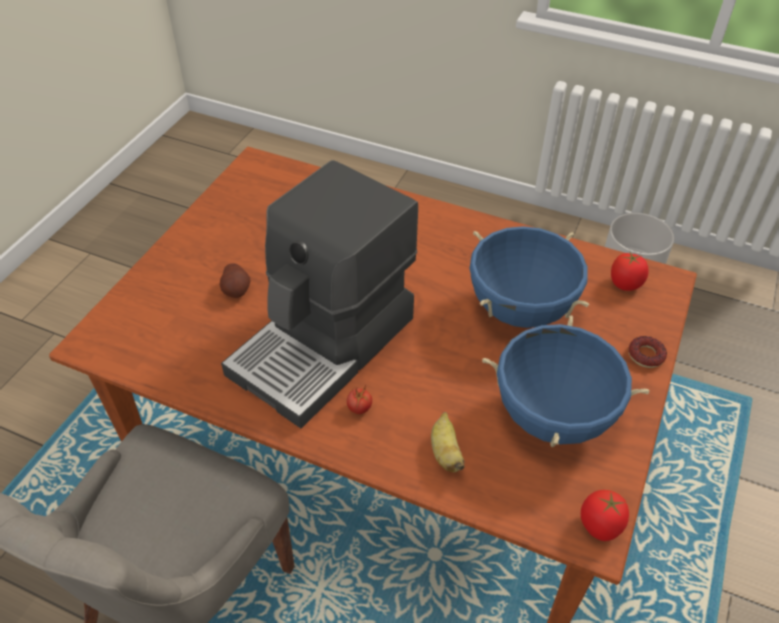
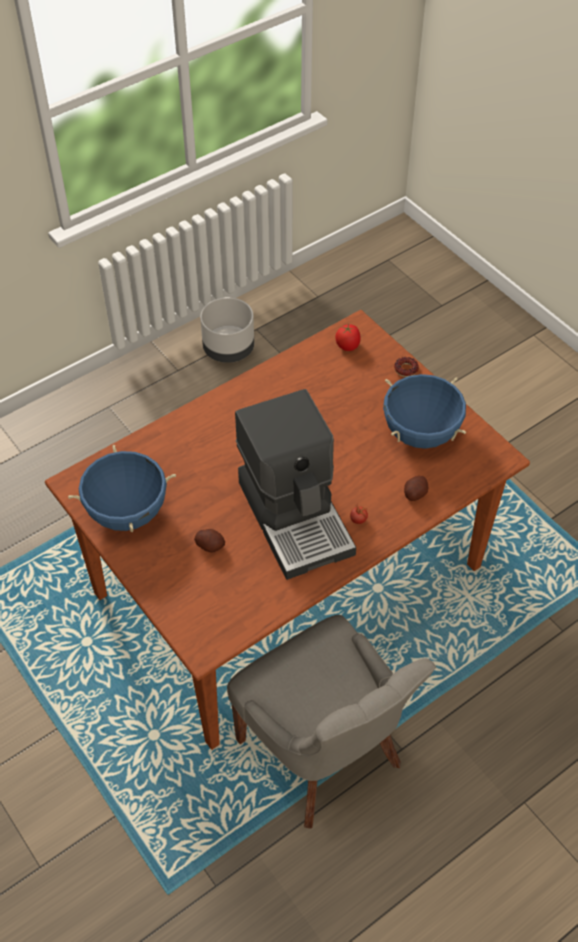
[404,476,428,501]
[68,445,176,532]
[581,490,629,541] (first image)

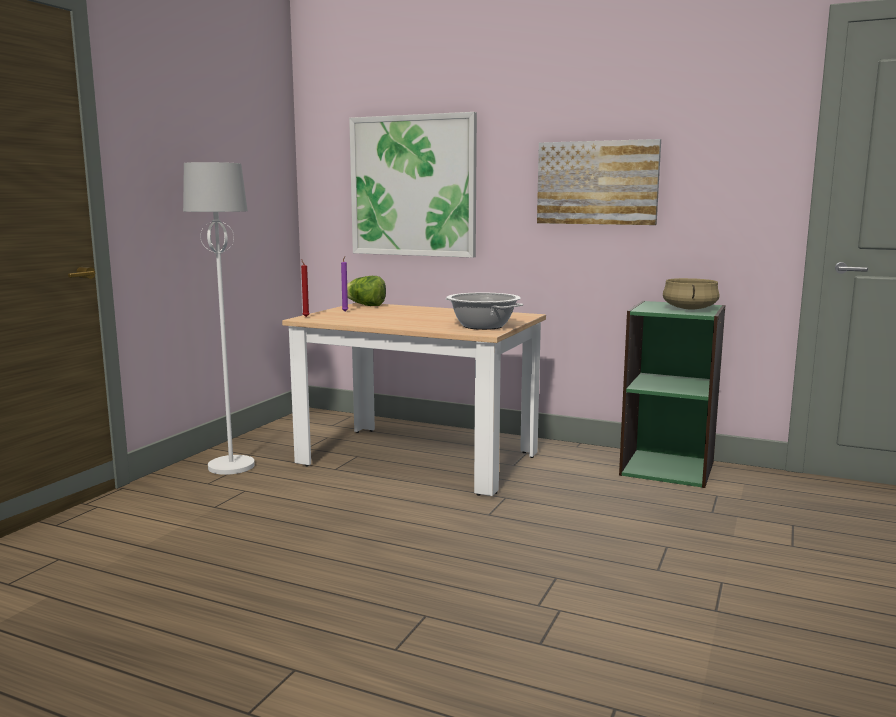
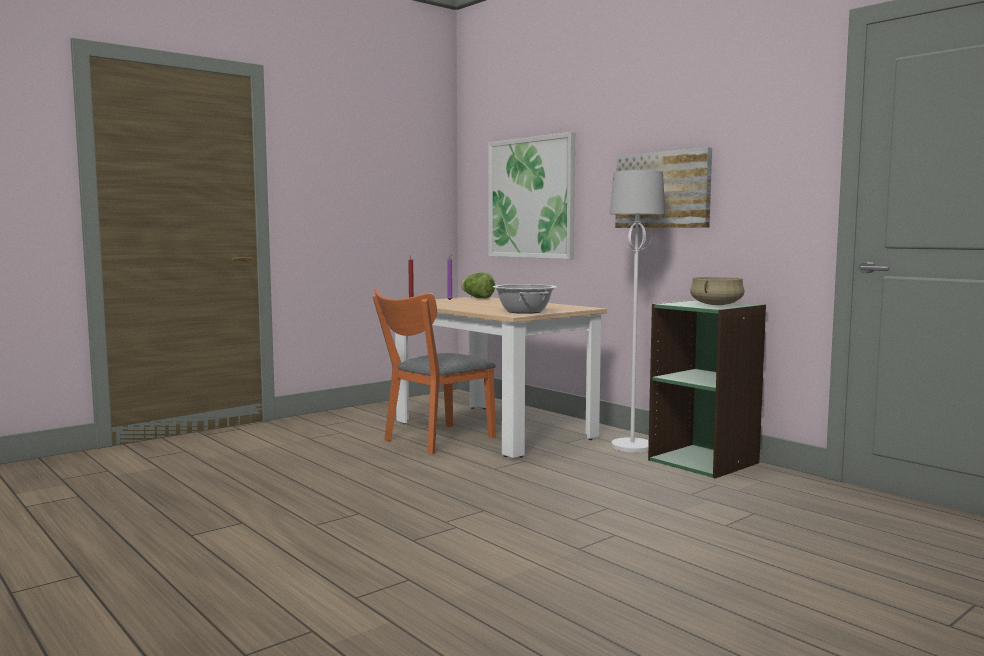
[610,170,665,453]
[372,288,496,454]

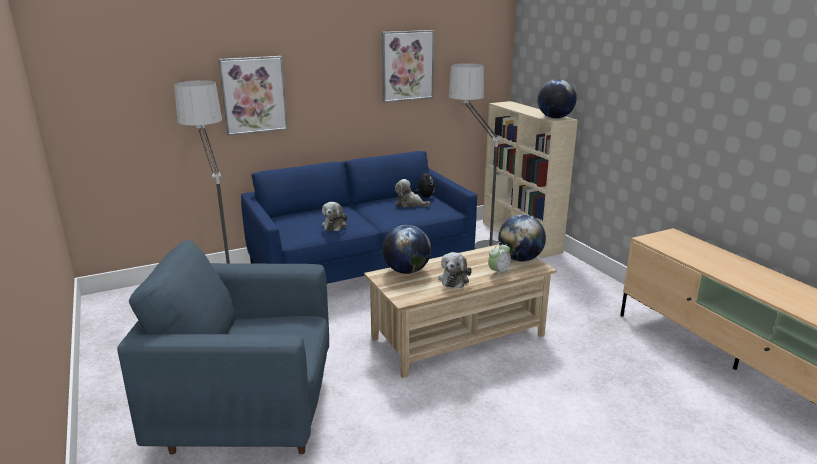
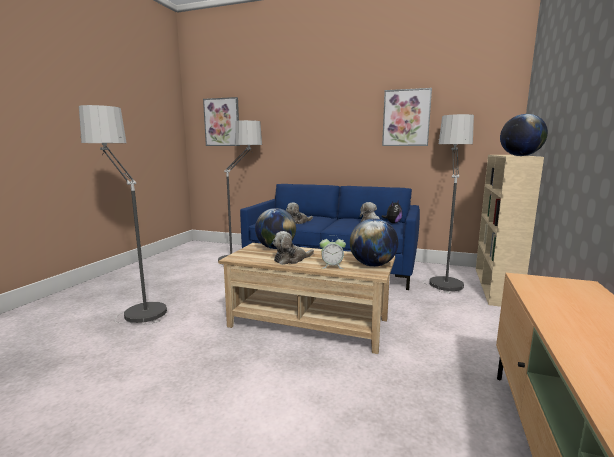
[79,105,167,325]
[203,97,240,146]

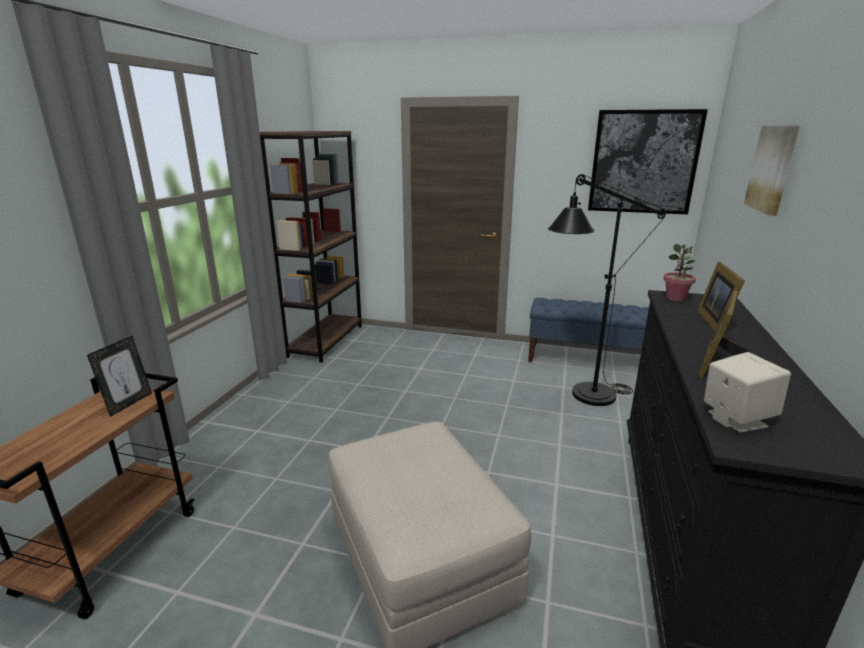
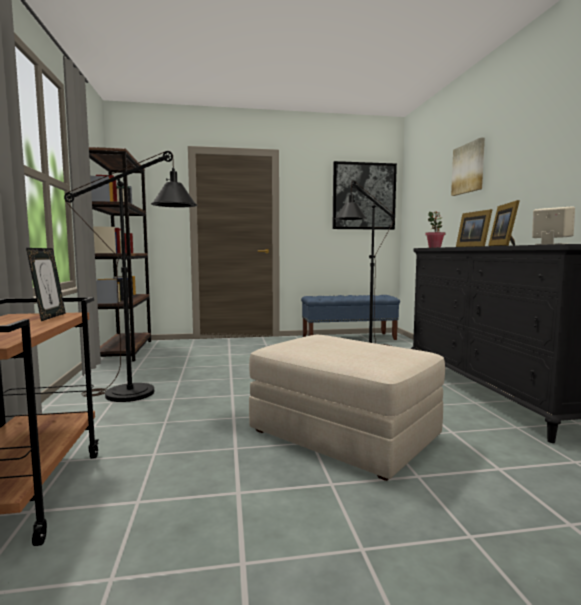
[64,151,197,402]

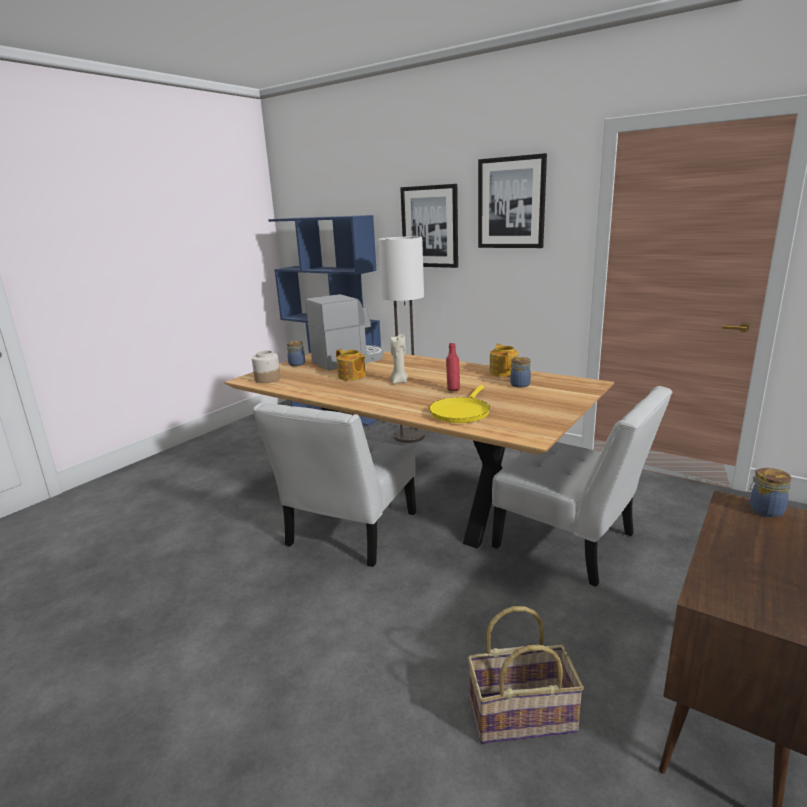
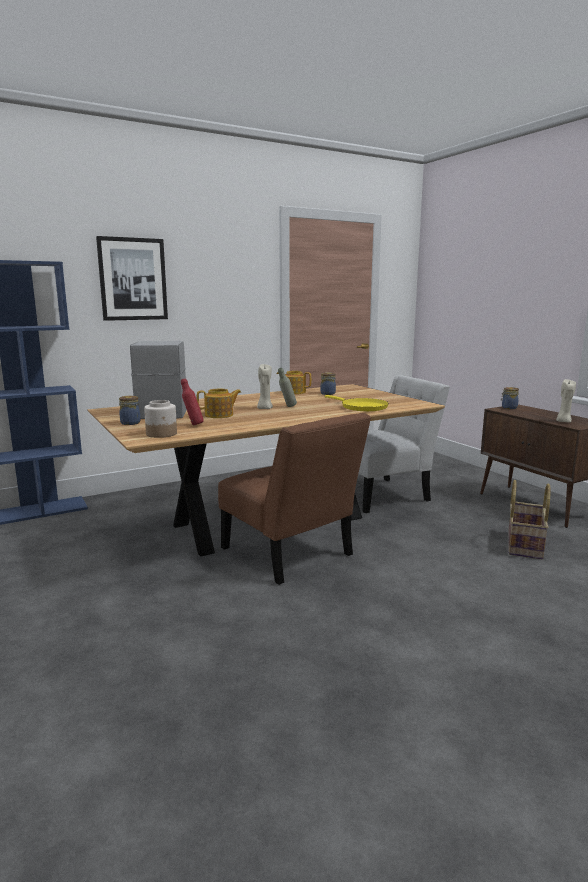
[218,413,371,585]
[378,236,425,443] (first image)
[181,378,204,425]
[478,153,547,248] (first image)
[278,368,297,407]
[556,379,576,423]

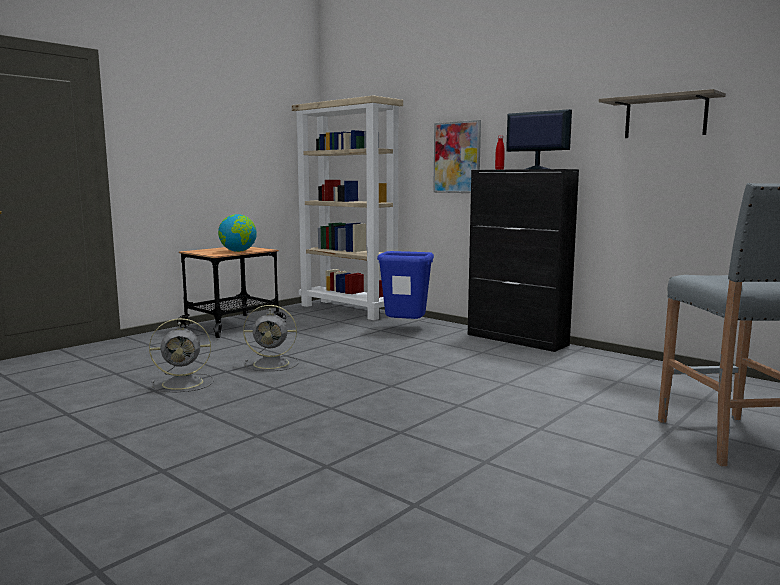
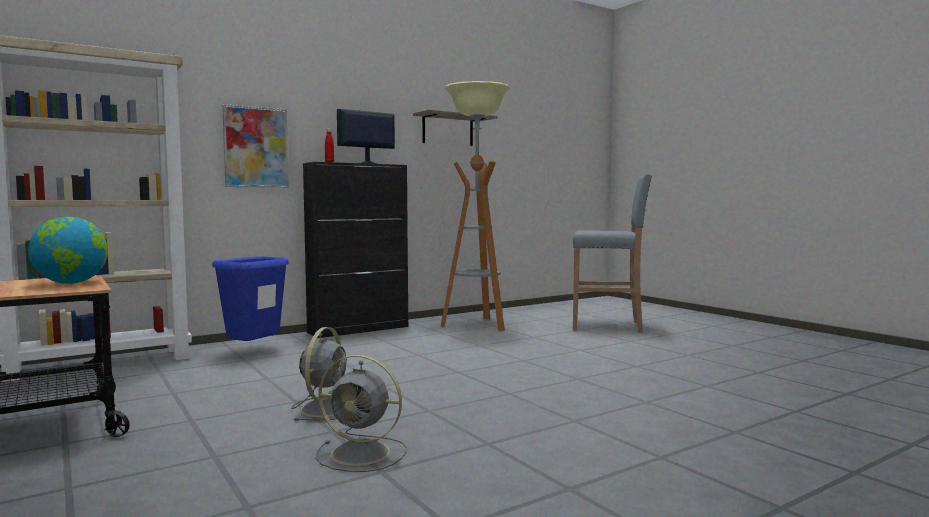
[315,355,407,472]
[441,81,510,331]

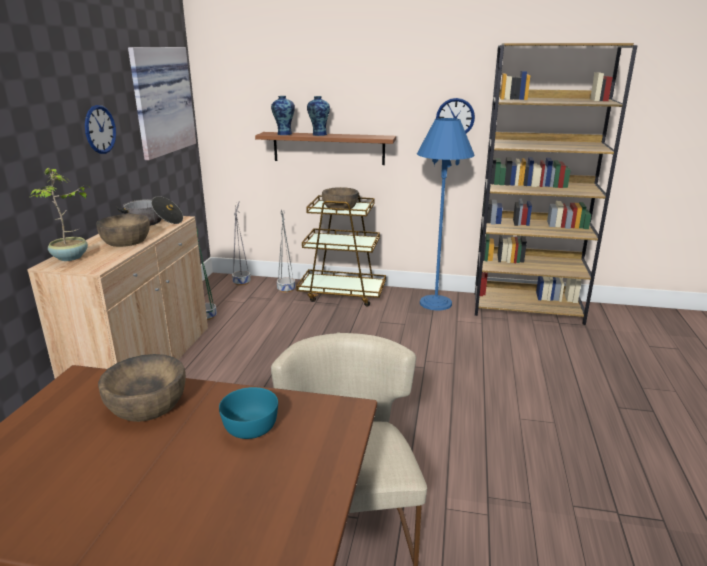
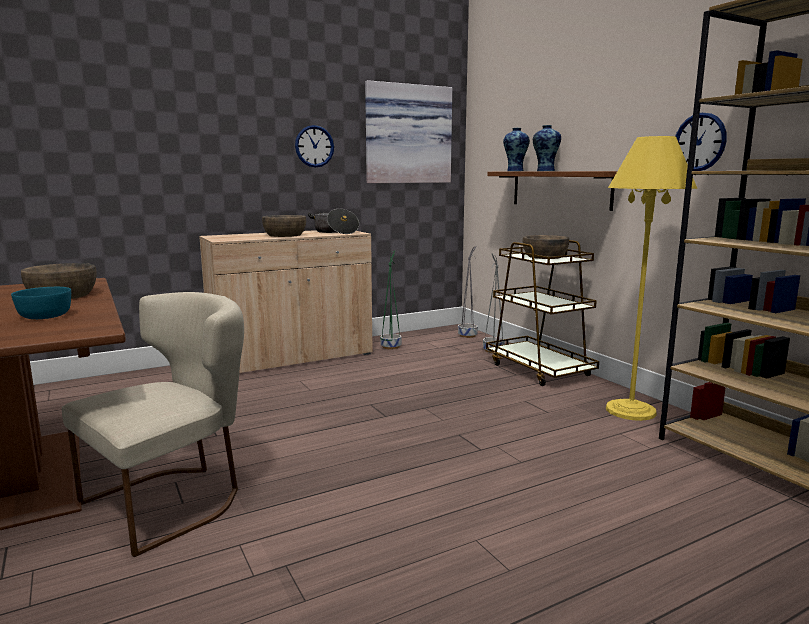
[30,168,89,261] (first image)
[606,136,697,421]

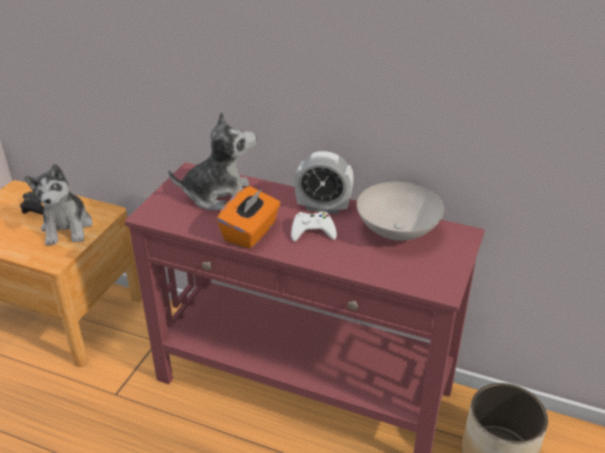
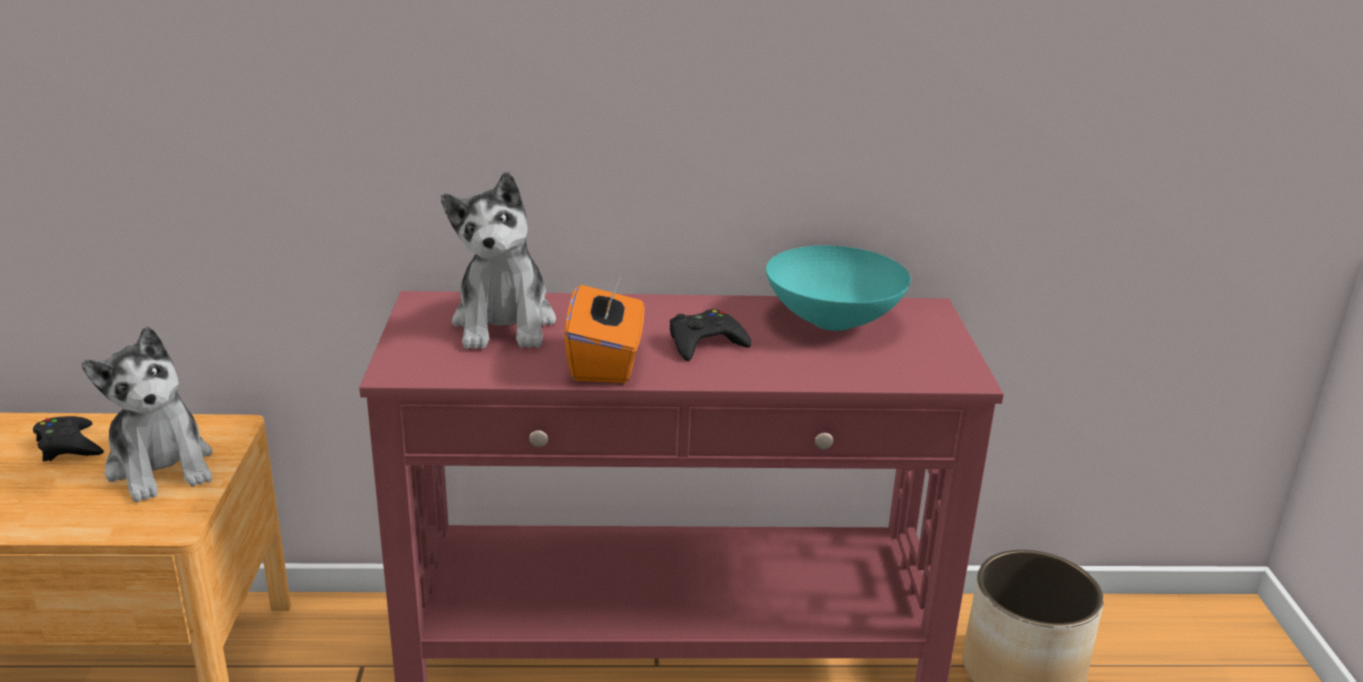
[441,172,556,349]
[670,309,751,361]
[294,151,354,214] (first image)
[766,245,911,331]

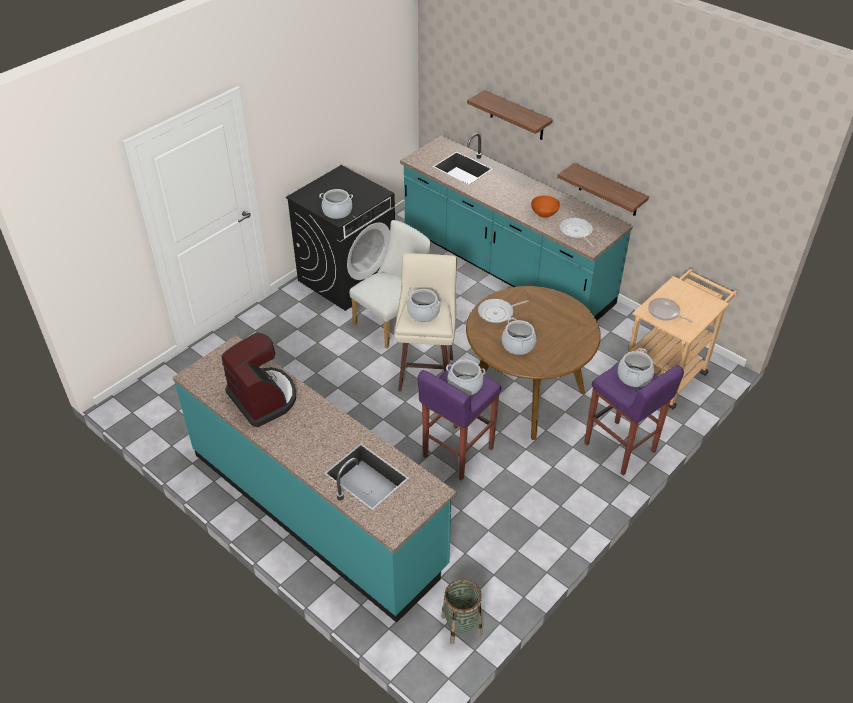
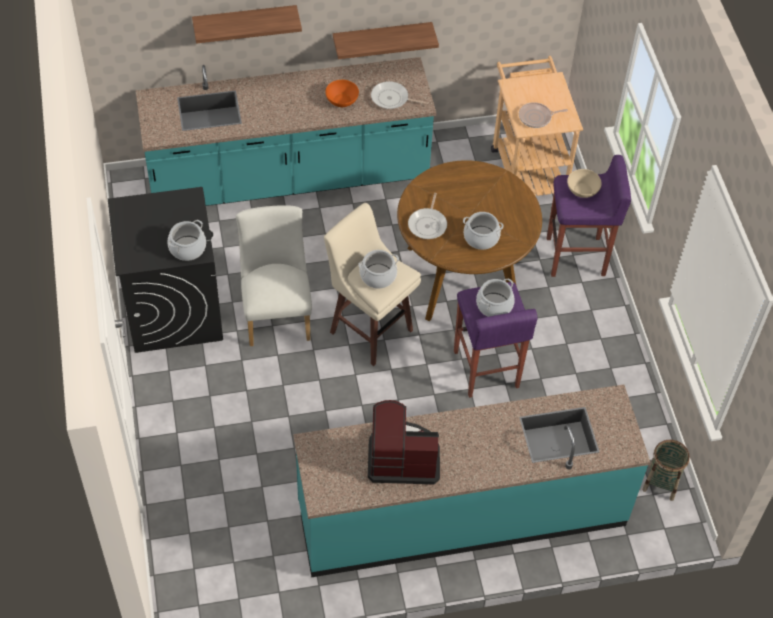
[567,169,602,198]

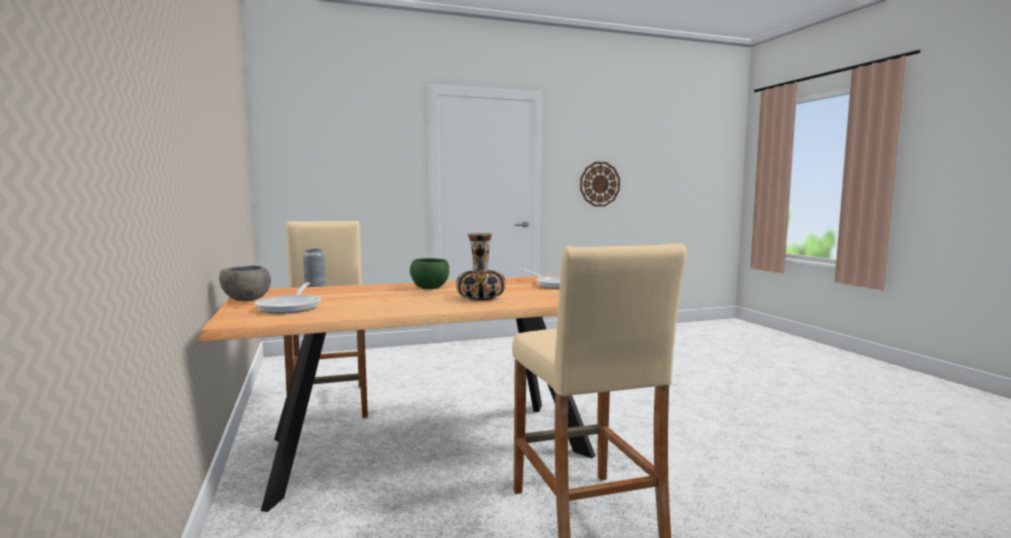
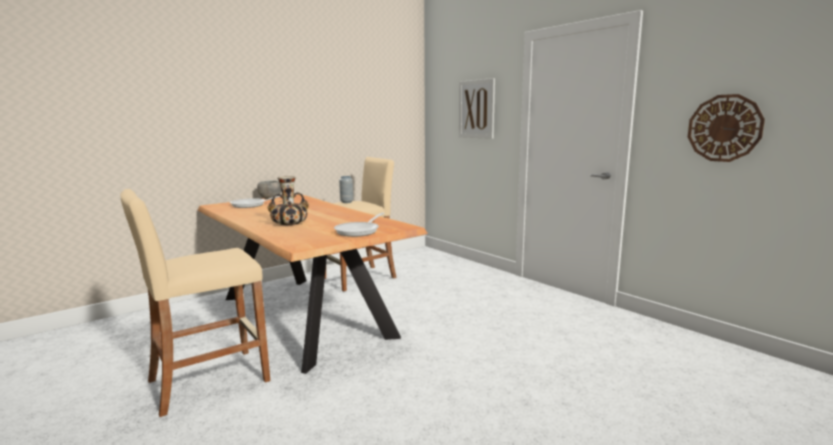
[410,258,449,289] (first image)
[459,78,495,139]

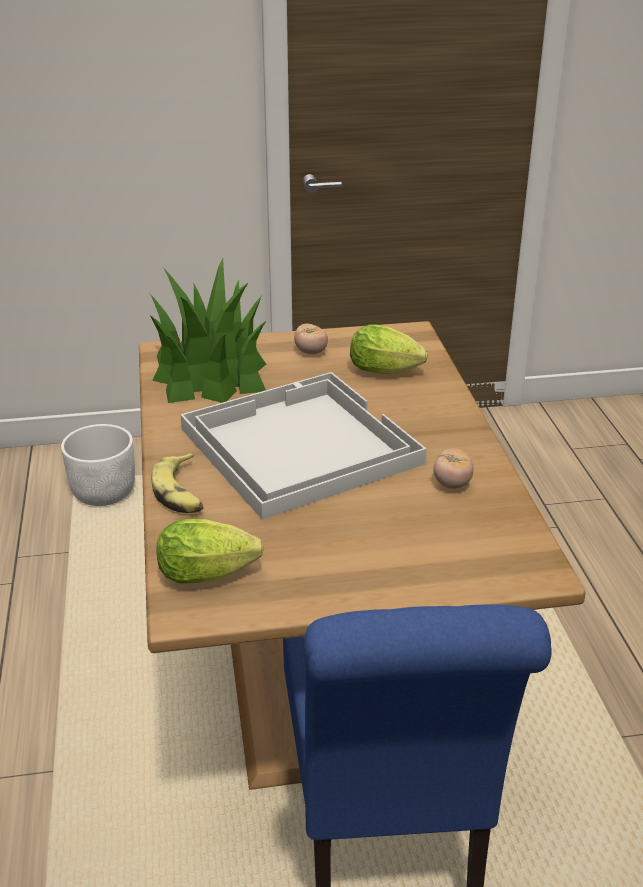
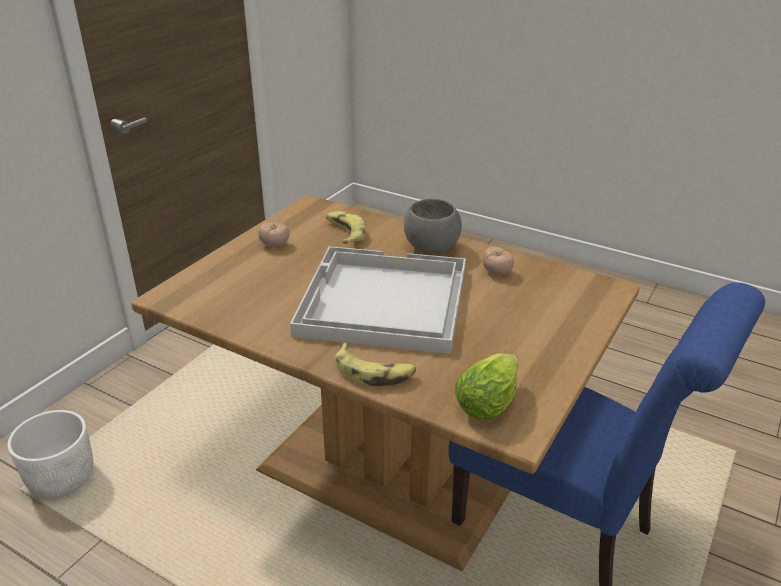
[150,258,266,403] (first image)
[326,211,366,244]
[404,199,462,254]

